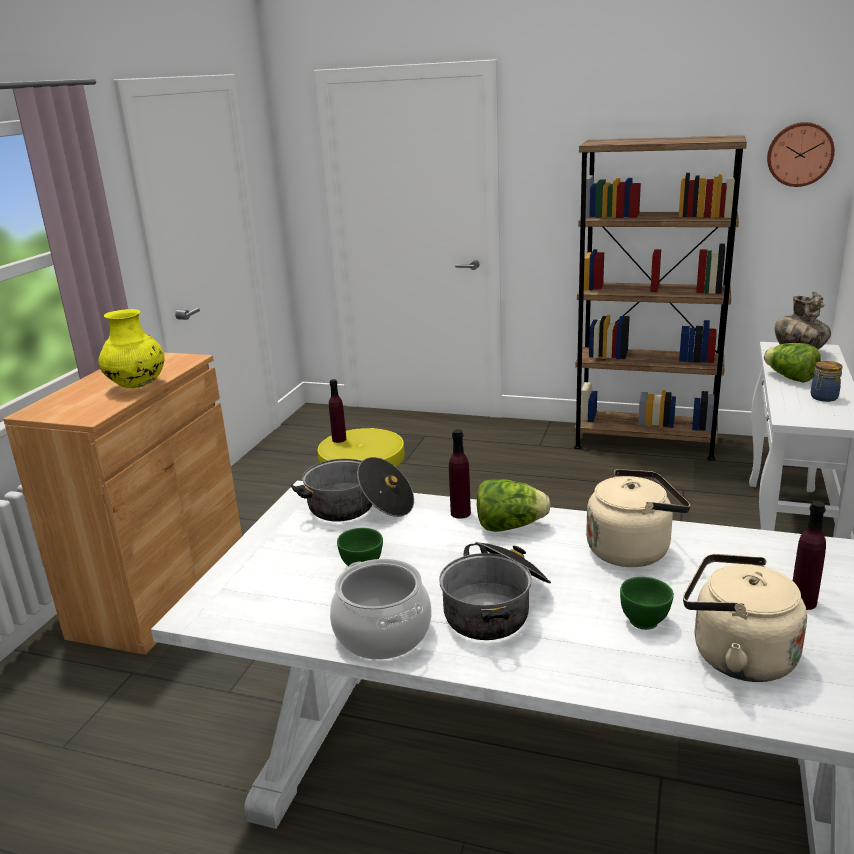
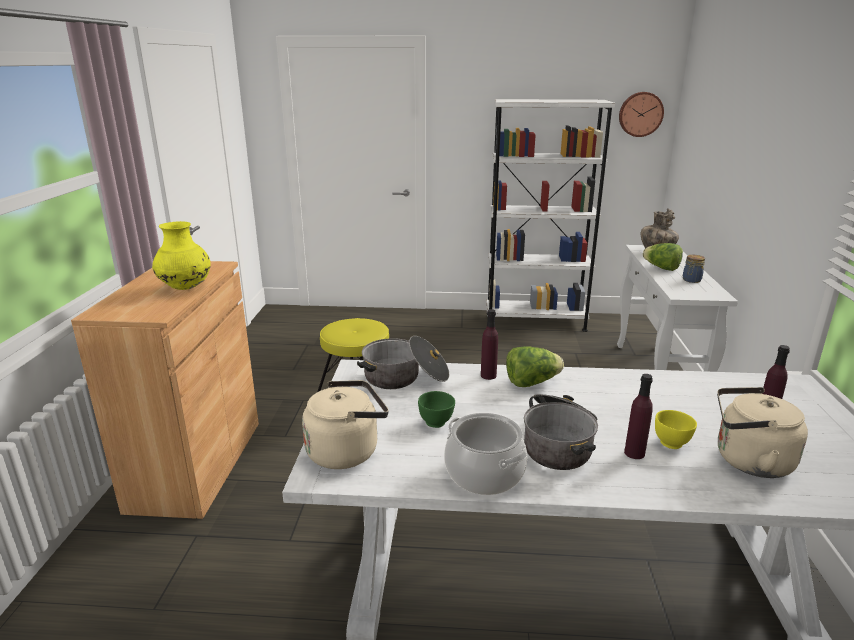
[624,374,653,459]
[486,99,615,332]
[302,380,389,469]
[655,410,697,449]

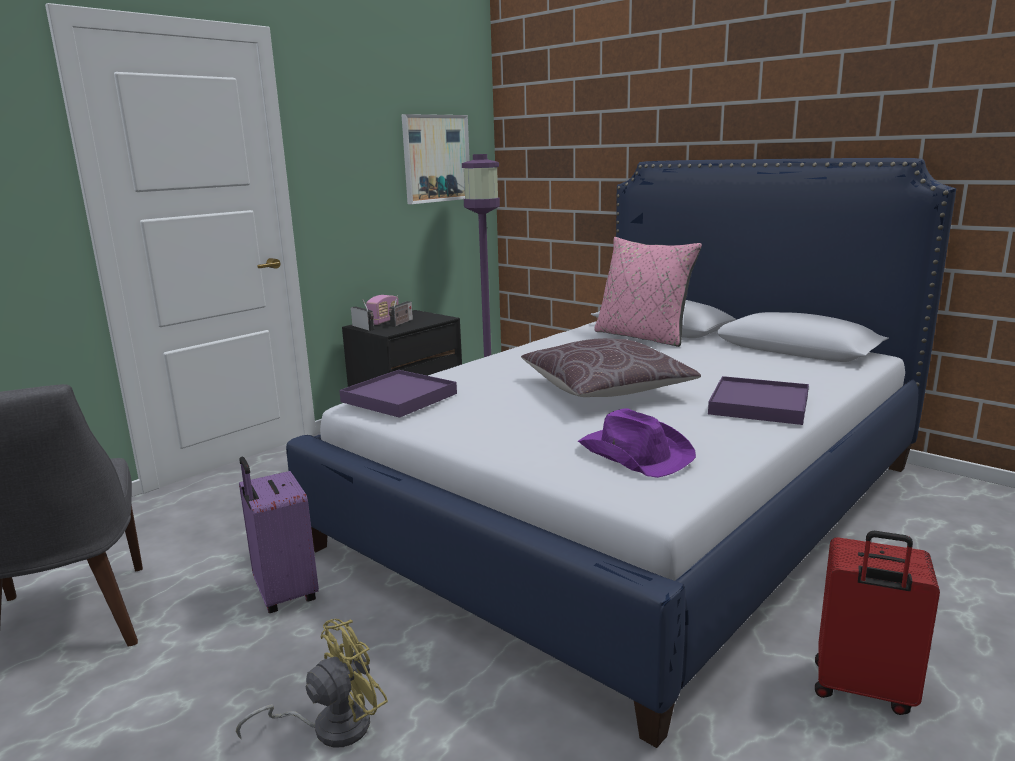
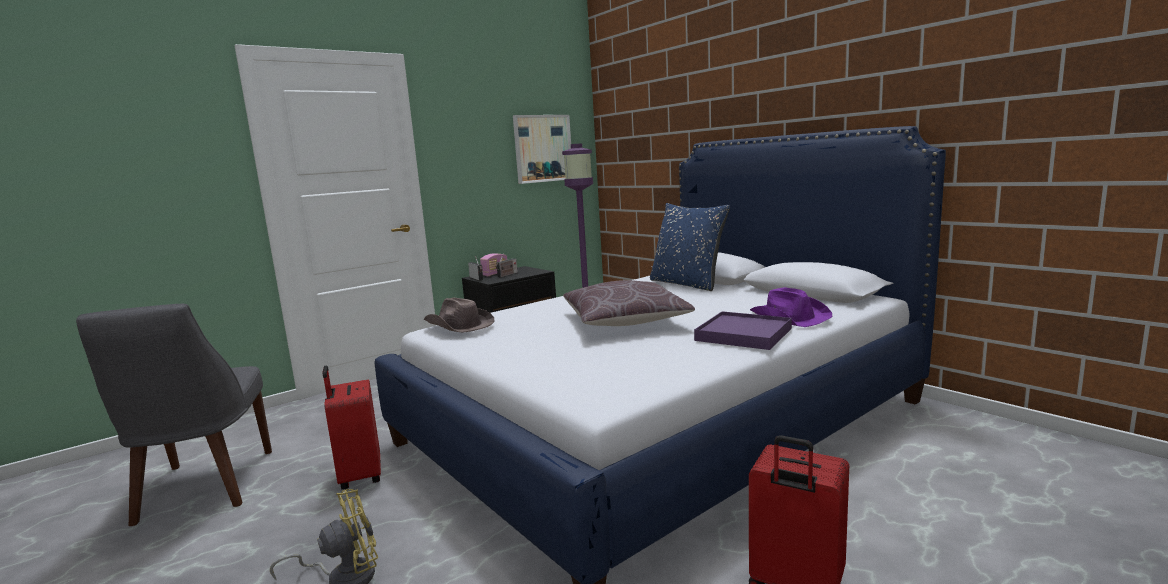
[323,365,381,490]
[424,298,494,333]
[750,287,832,327]
[650,203,730,291]

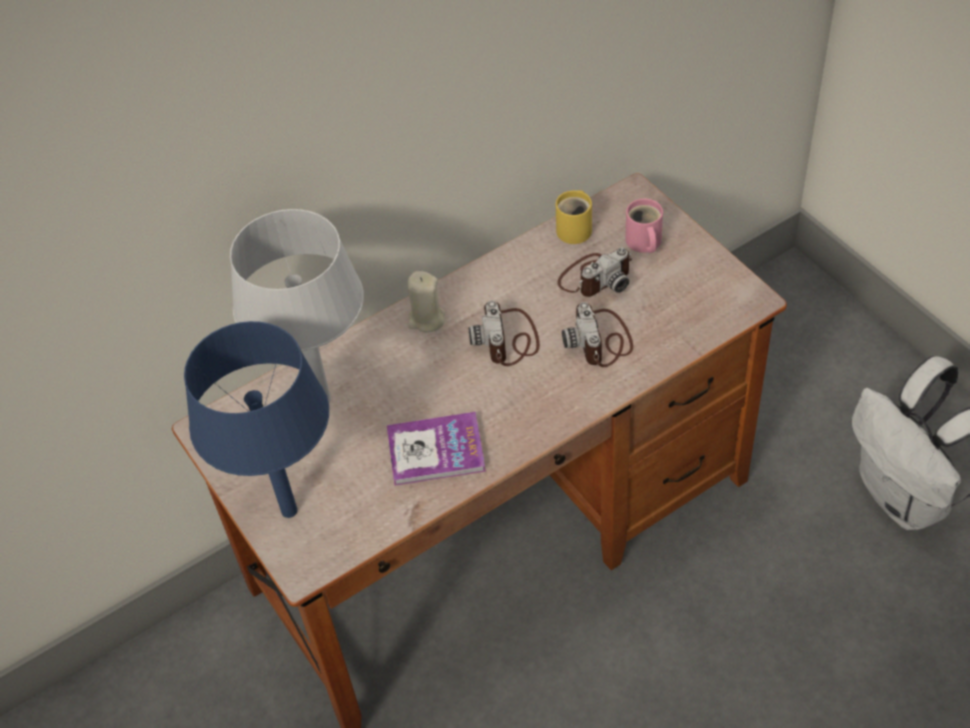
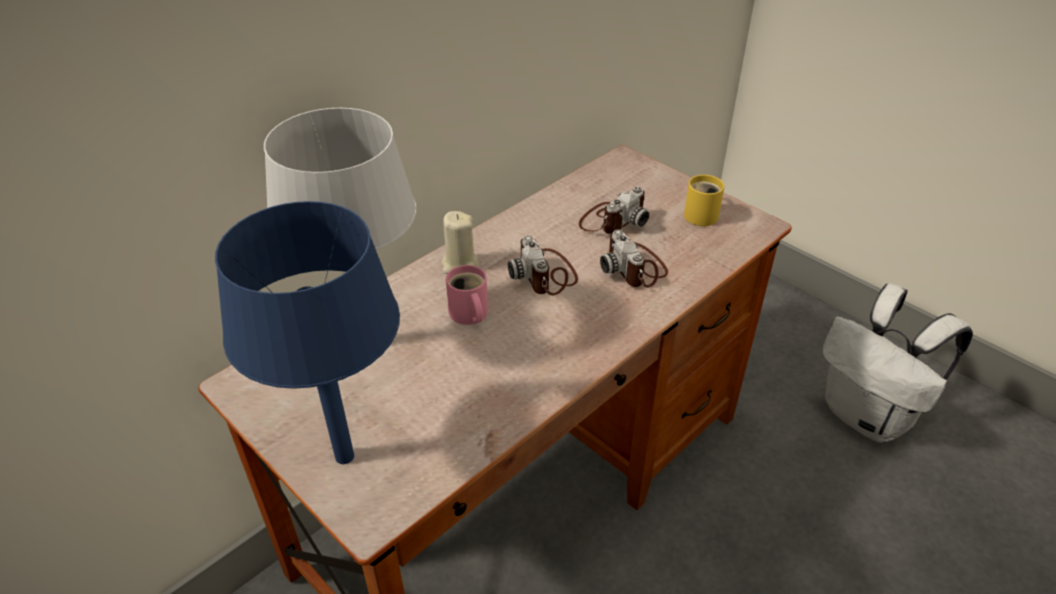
[387,412,486,486] (first image)
[684,175,724,226]
[446,265,488,325]

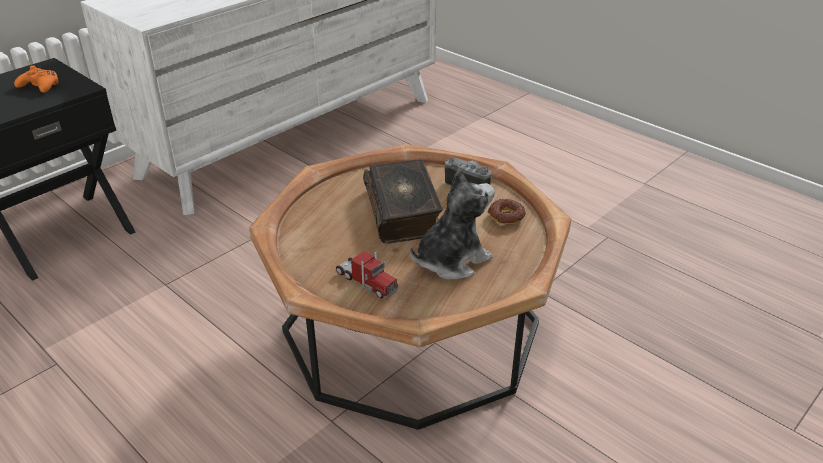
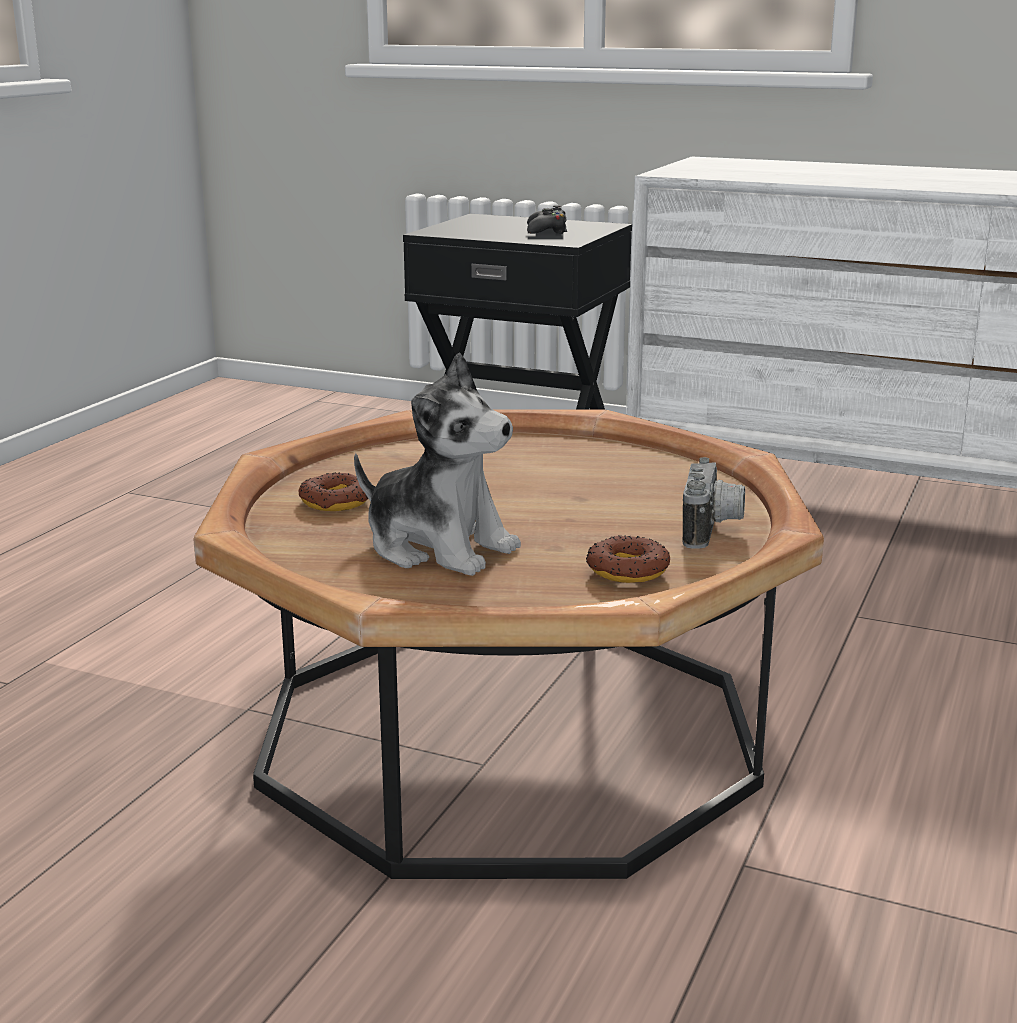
[527,205,567,234]
[299,472,368,511]
[363,159,443,244] (first image)

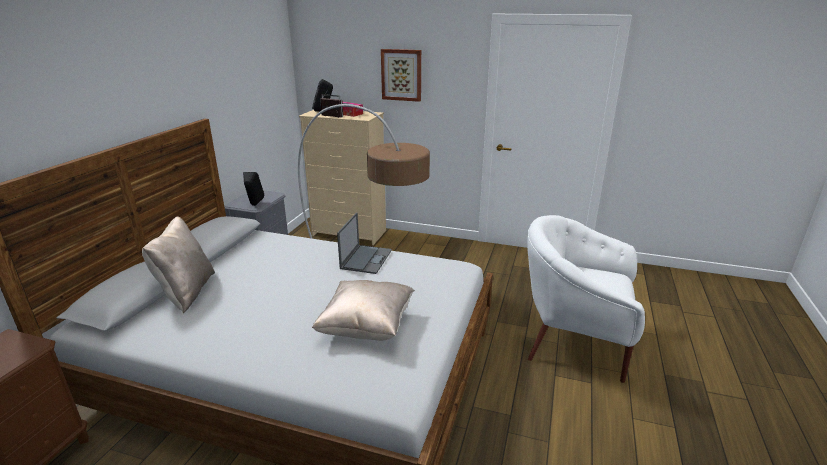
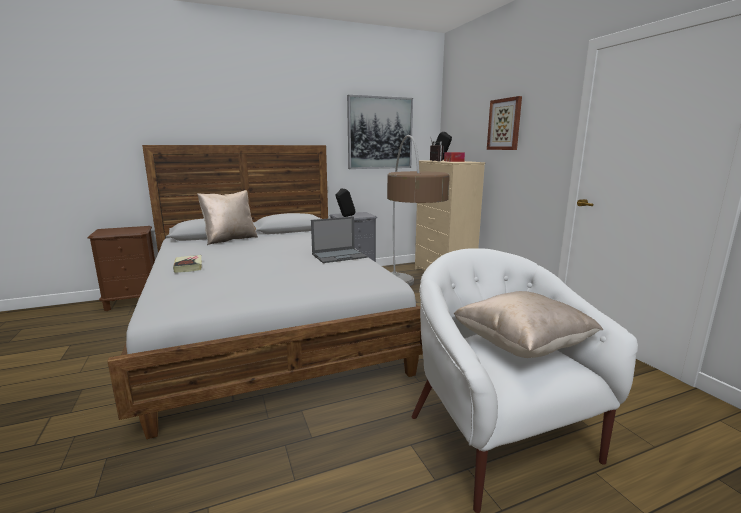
[454,291,603,358]
[173,255,202,273]
[347,95,413,169]

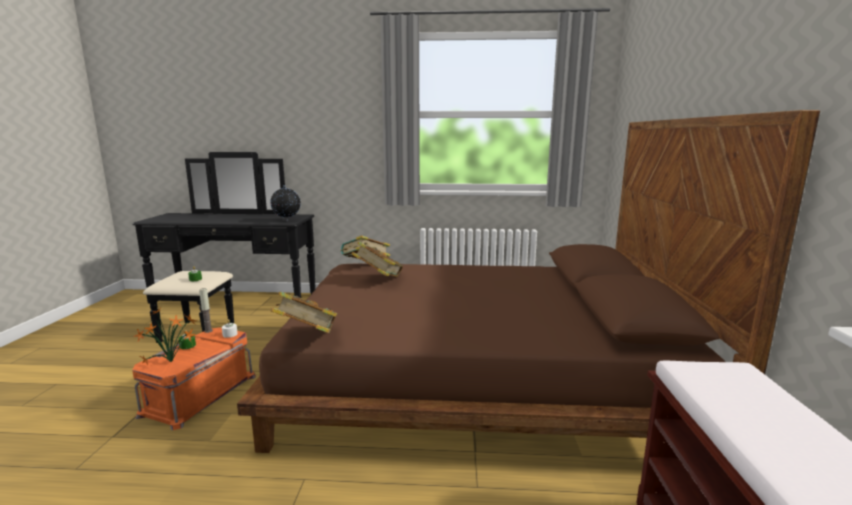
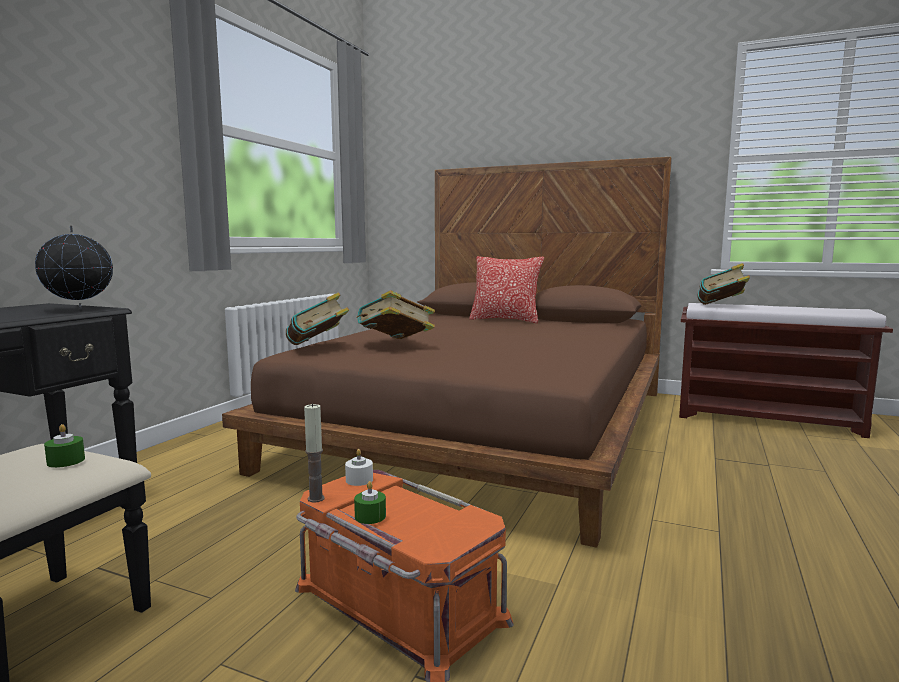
[133,308,196,364] (first image)
[697,263,750,305]
[469,256,544,323]

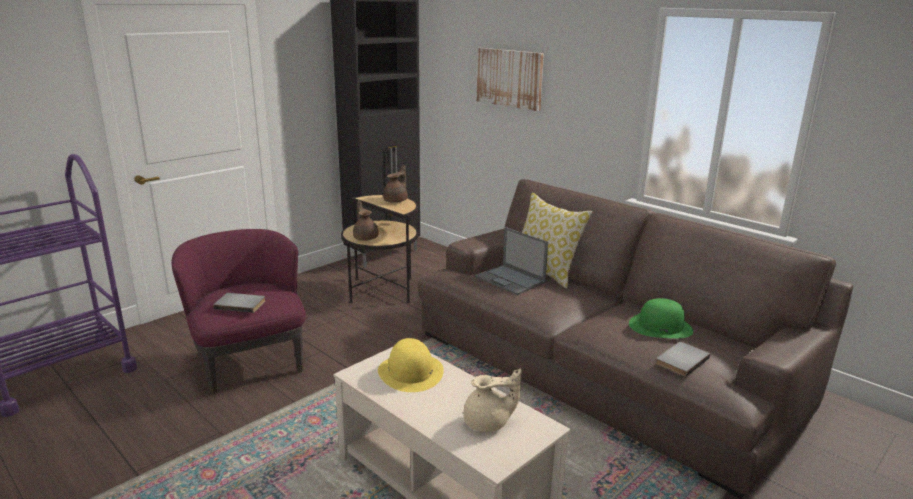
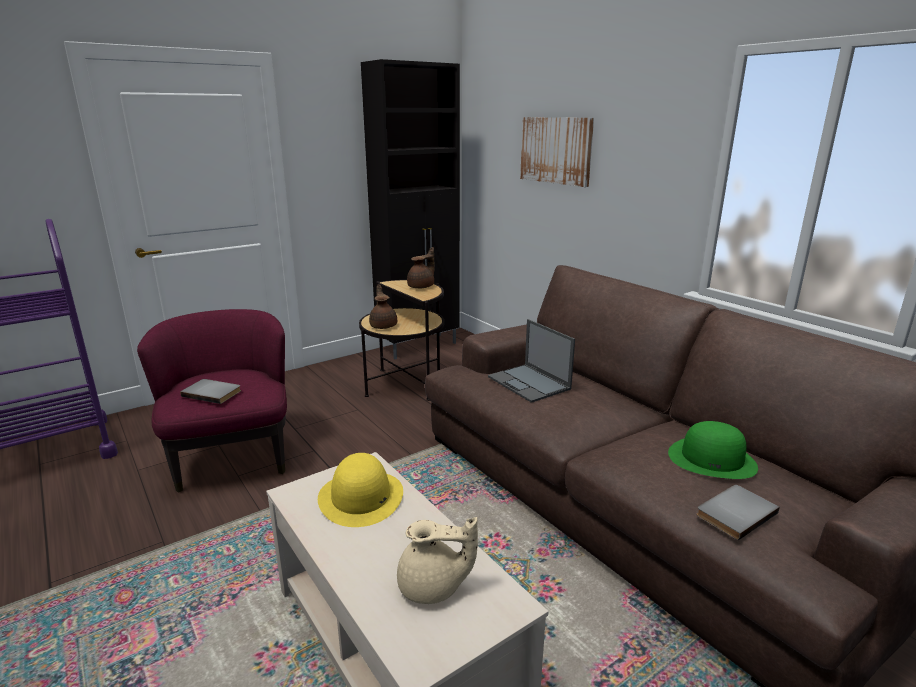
[522,193,592,288] (first image)

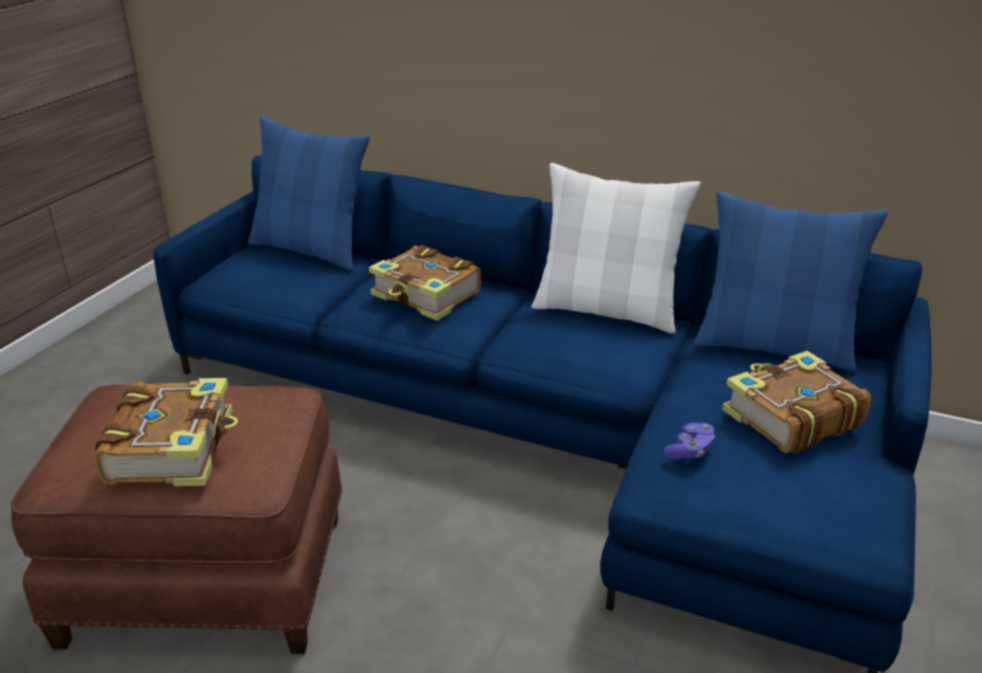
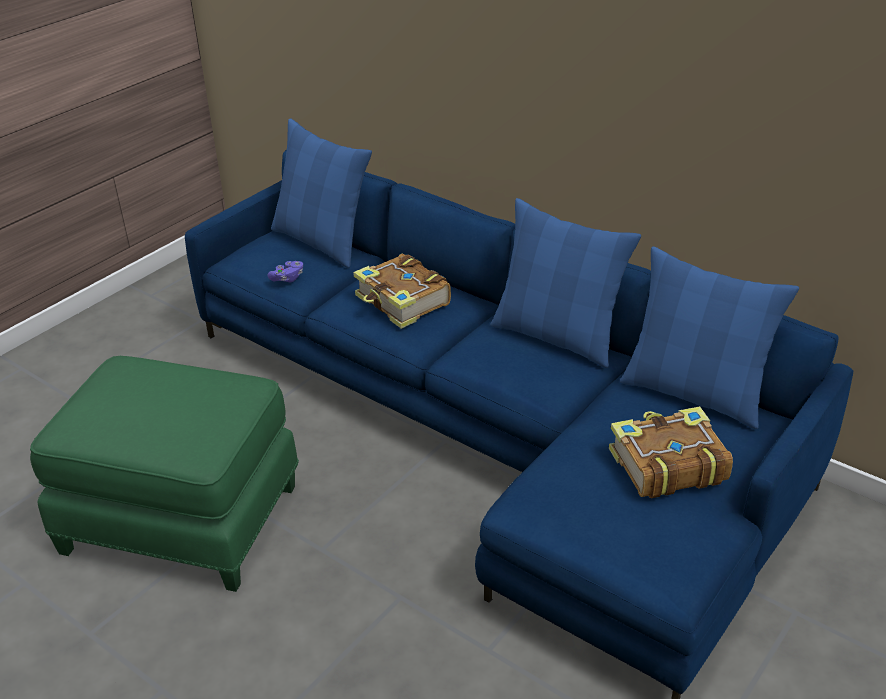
[30,356,299,592]
[94,378,238,486] (first image)
[490,198,641,368]
[268,261,303,282]

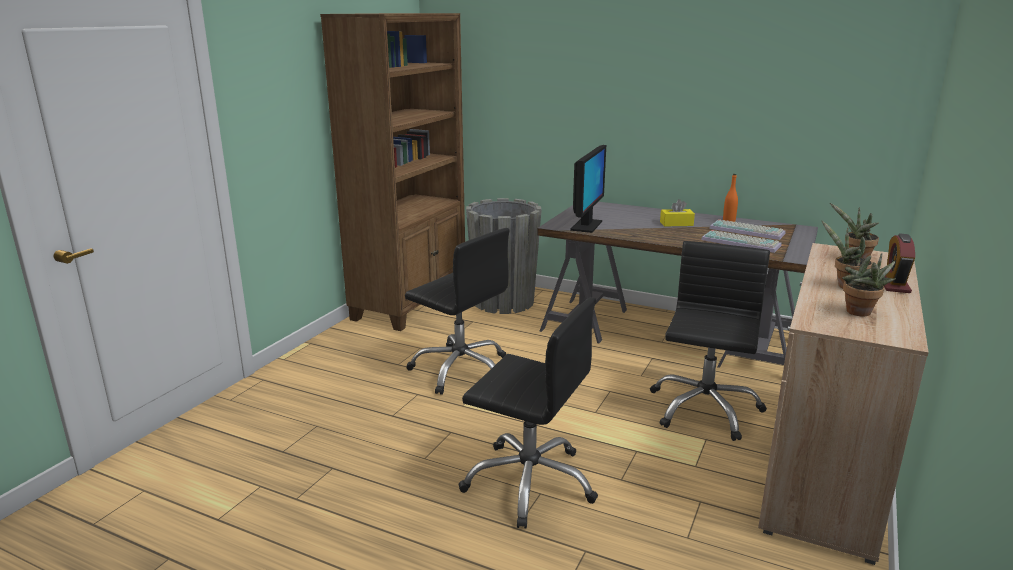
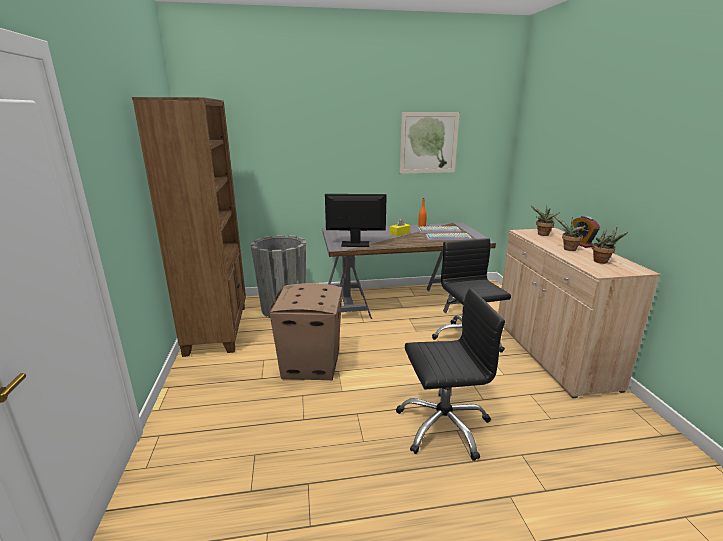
[270,283,342,380]
[325,194,387,247]
[400,112,460,174]

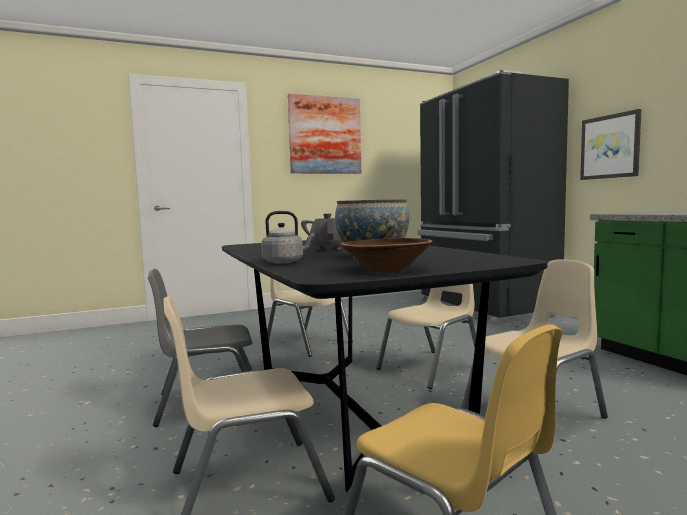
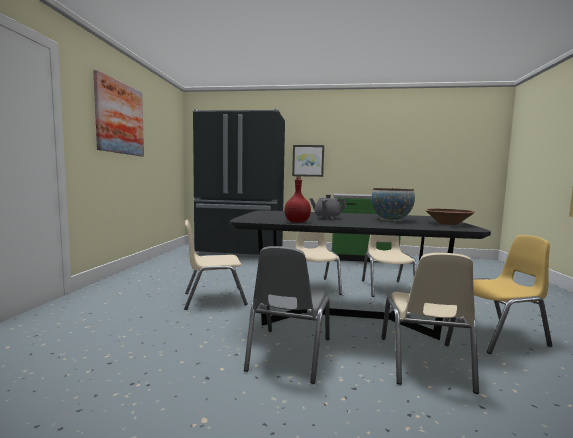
[261,211,315,264] (first image)
[284,176,311,223]

